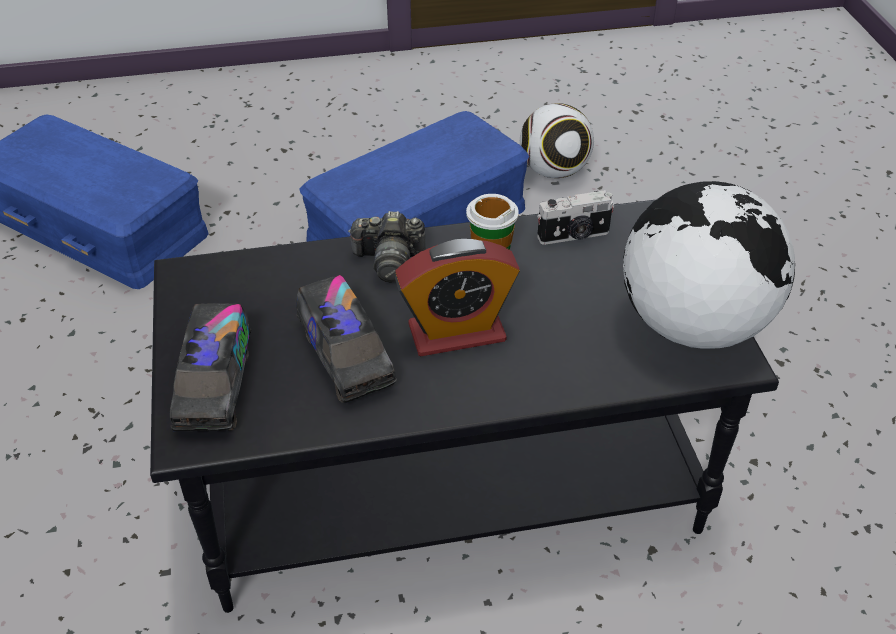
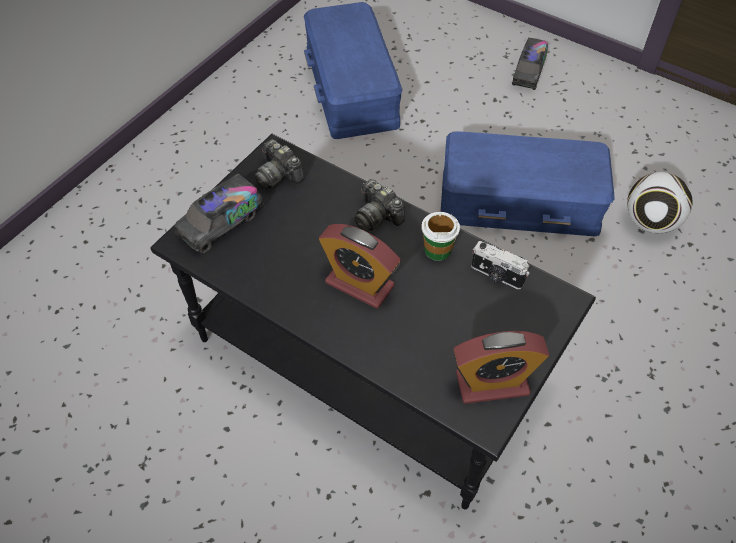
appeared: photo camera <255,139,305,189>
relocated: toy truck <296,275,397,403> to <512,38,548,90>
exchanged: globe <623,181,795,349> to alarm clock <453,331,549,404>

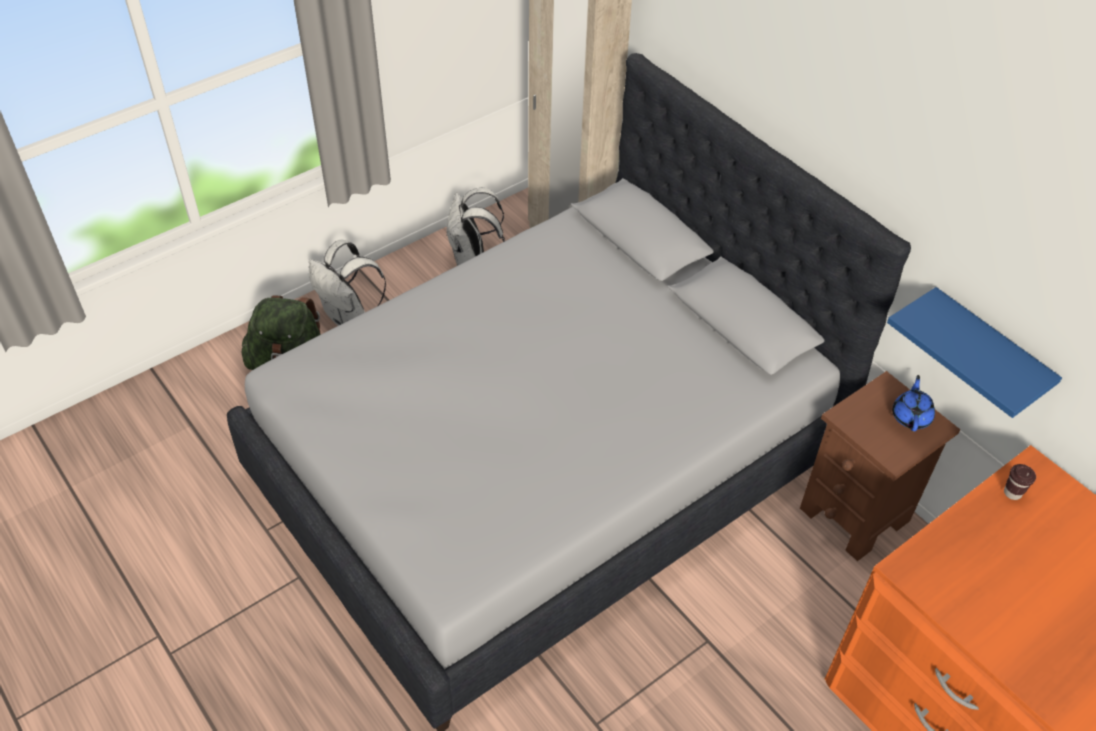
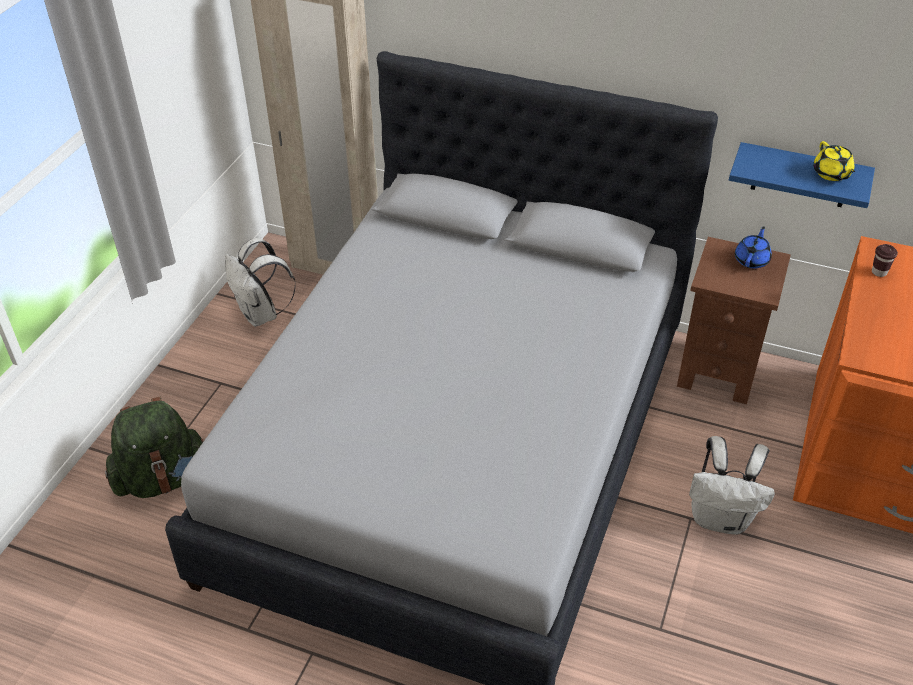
appeared: yellow teapot <813,141,855,181>
relocated: white backpack <309,240,386,326> to <689,436,775,535>
spun: blue teapot <892,375,935,432> = <735,226,772,269> 45 degrees clockwise

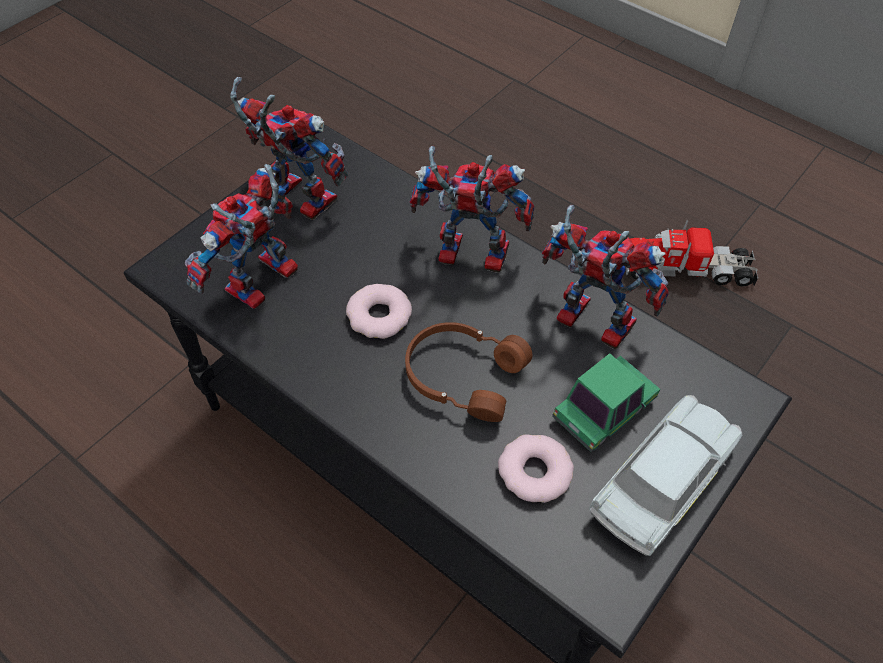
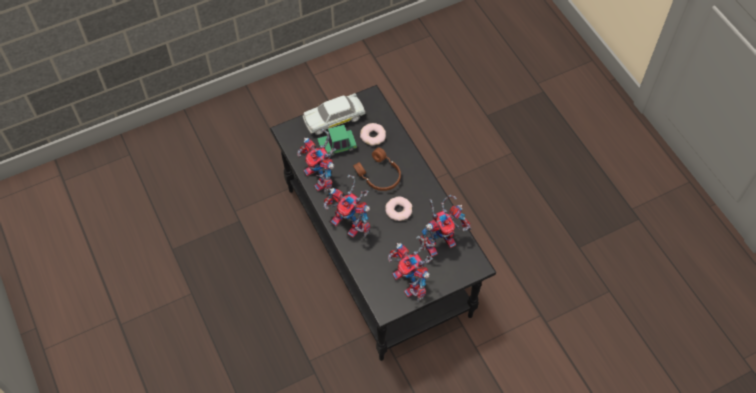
missing: toy truck <626,220,758,287>

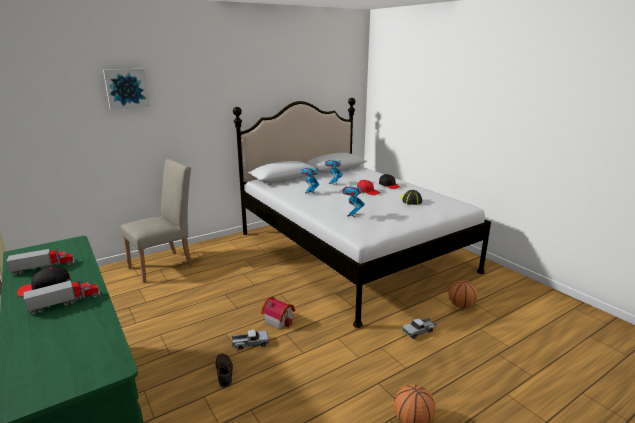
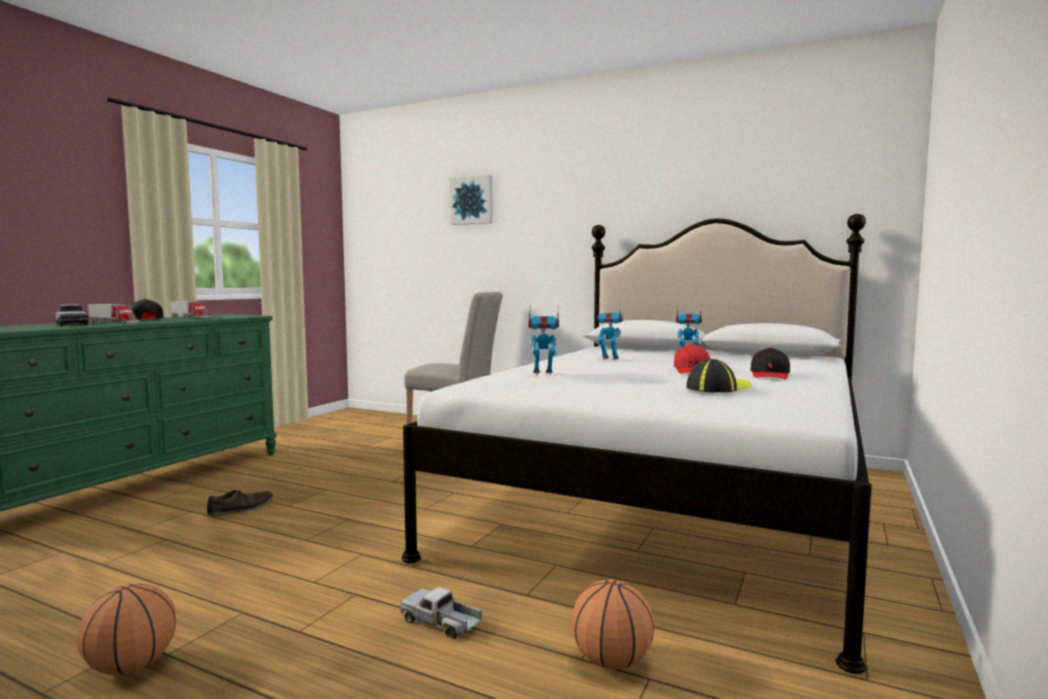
missing: toy house <261,297,295,329>
relocated: toy truck <232,330,269,350> to <55,304,88,326>

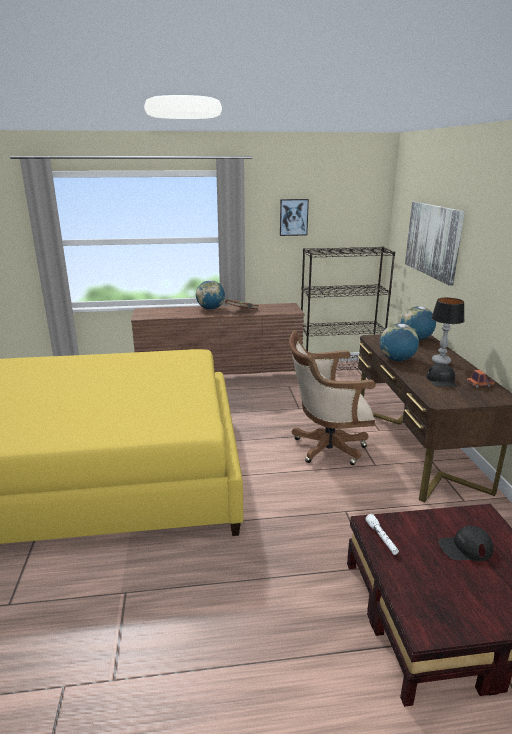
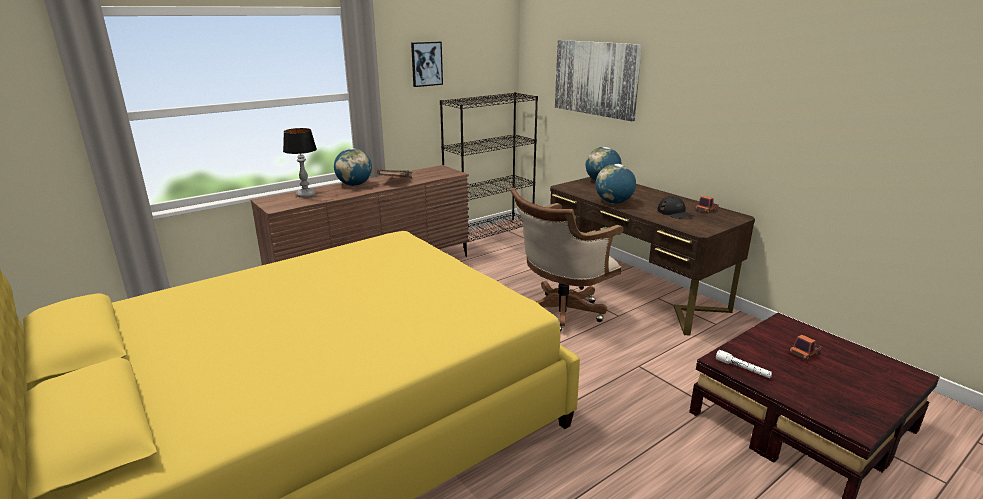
relocated: table lamp <431,298,465,364> to <283,128,317,198>
exchanged: black cap <438,525,494,561> to toy truck <789,335,822,360>

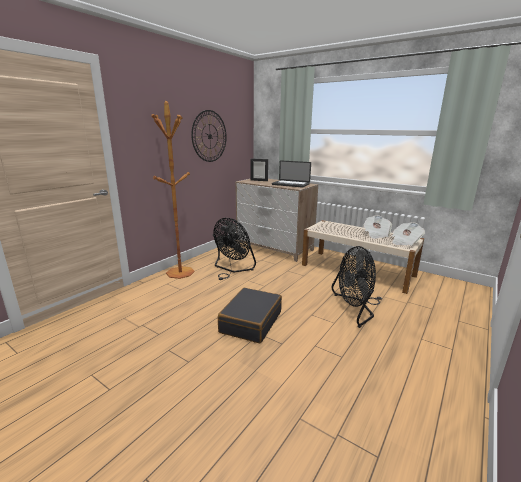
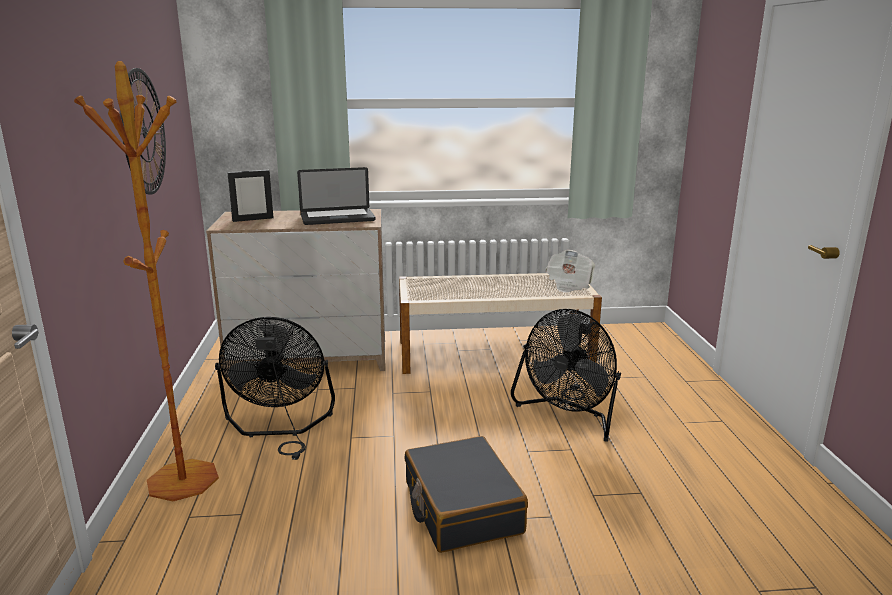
missing: newspaper <363,215,392,239>

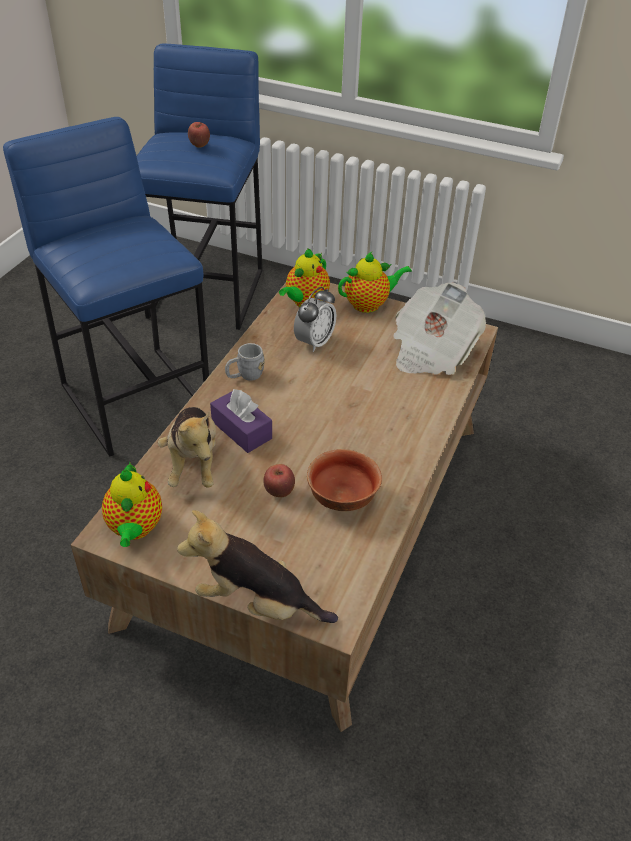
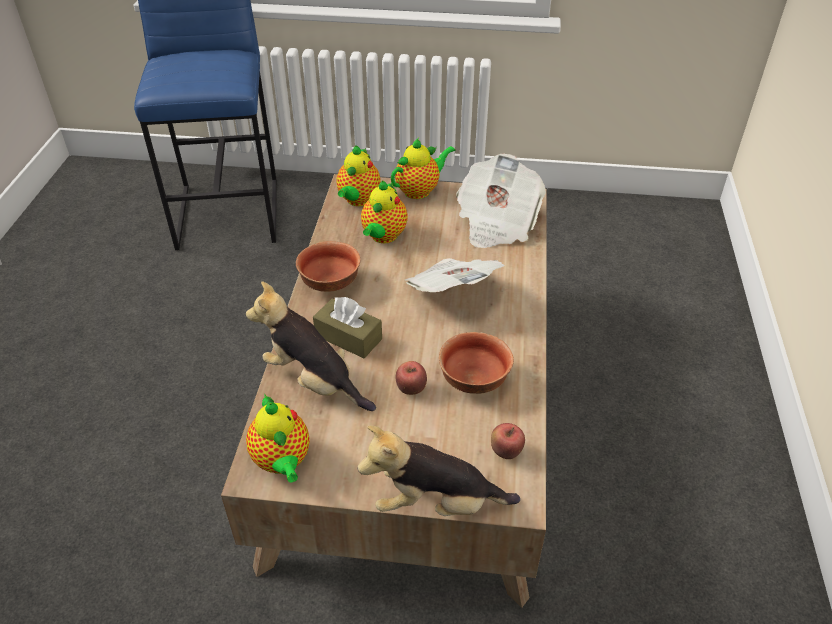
missing: blue stool <3,117,209,457>
appeared: newspaper <405,258,505,292>
relocated: apple <188,122,210,148> to <491,423,525,459>
exchanged: alarm clock <294,287,336,352> to teapot <361,180,408,243>; grey mug <225,343,265,381> to bowl <296,241,360,292>
colour: purple tissue box <210,389,272,453> to brown tissue box <313,297,382,358>
spun: plush toy <158,407,216,488> = <246,281,376,411> 150 degrees clockwise

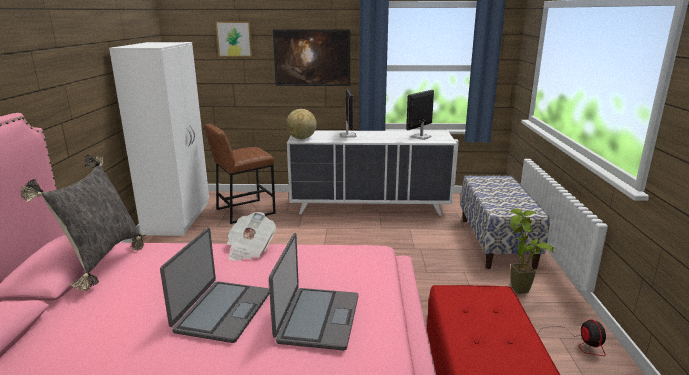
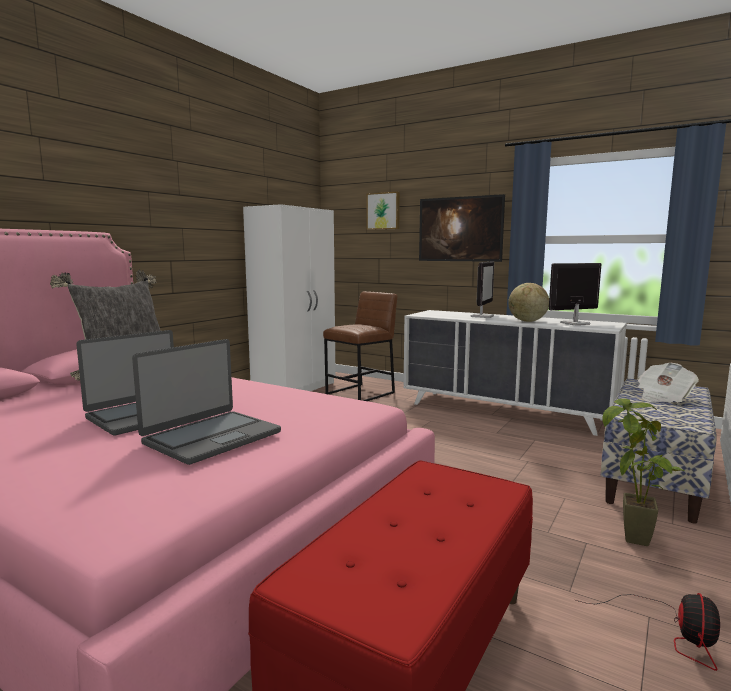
relocated: globe <286,109,317,139> to <508,283,549,322>; newspaper <227,212,276,261> to <637,363,699,403>
spun: brown chair <204,124,276,224> = <323,291,397,401> 135 degrees clockwise

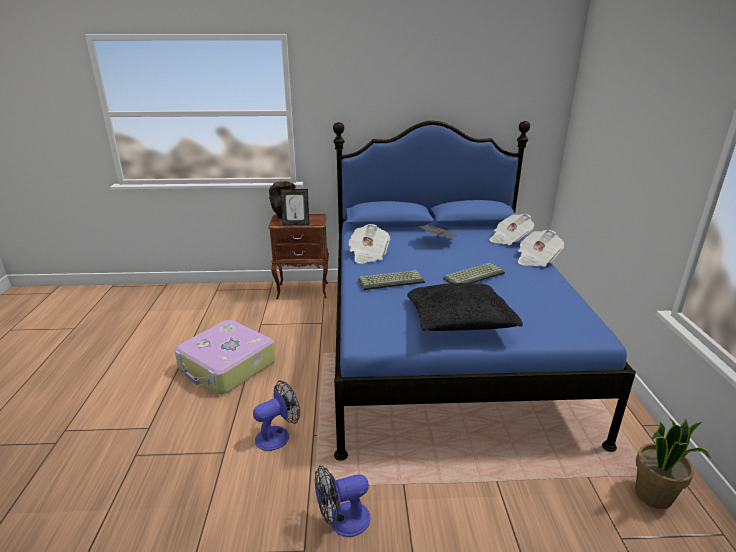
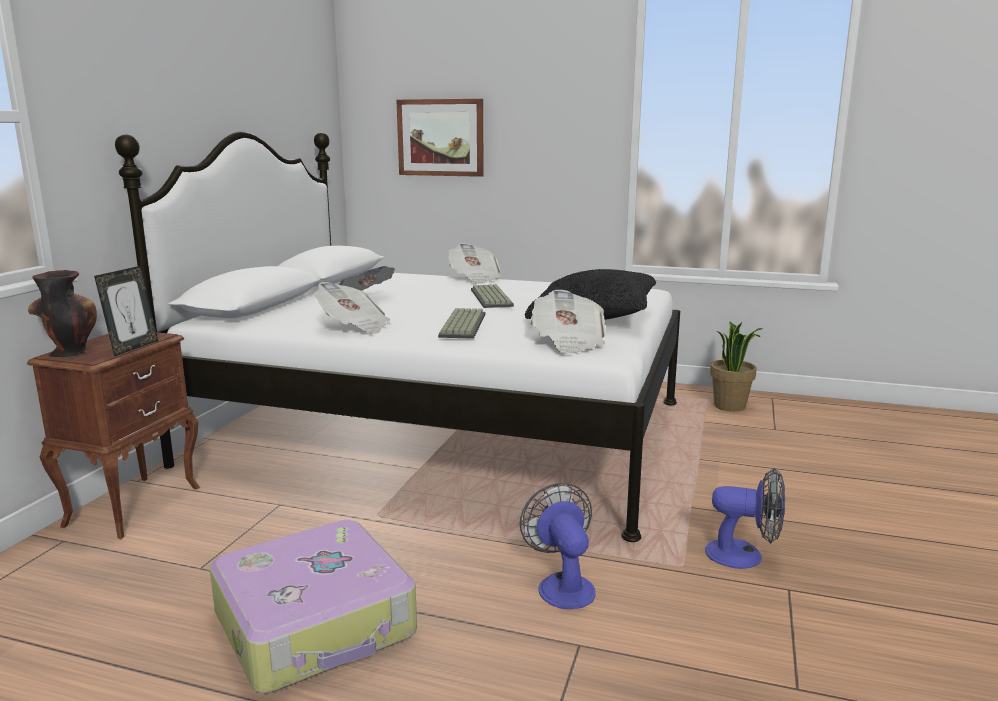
appeared: picture <396,99,484,177>
relocated: newspaper <489,214,534,245> to <530,290,606,354>
colour: blue bed <333,121,636,461> to white bed <115,132,680,542>
spun: fan <315,466,371,537> = <705,468,785,569> 75 degrees counterclockwise

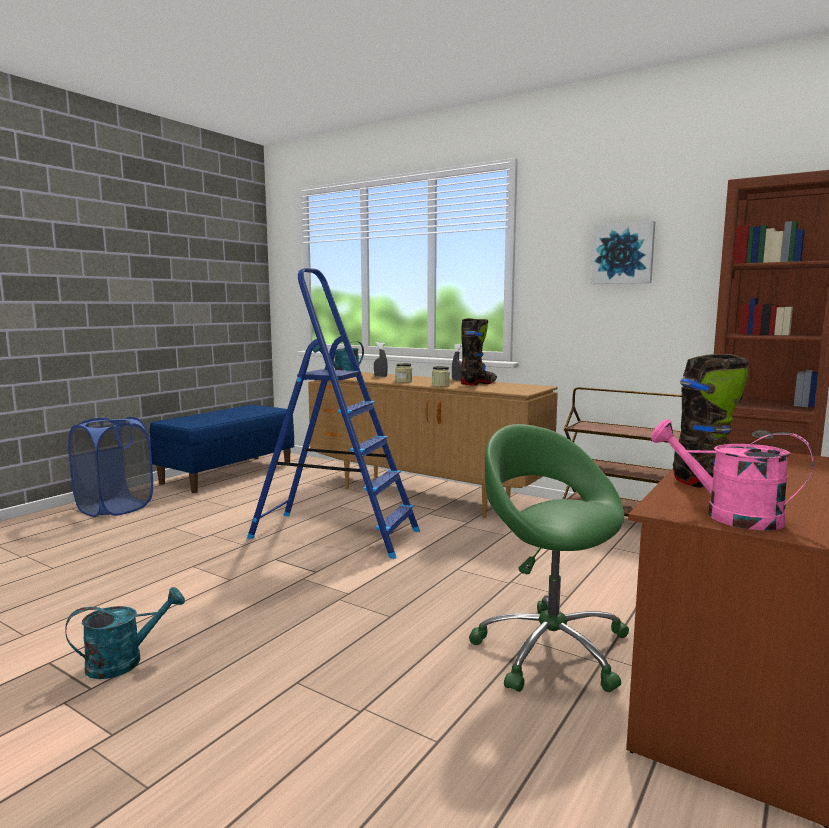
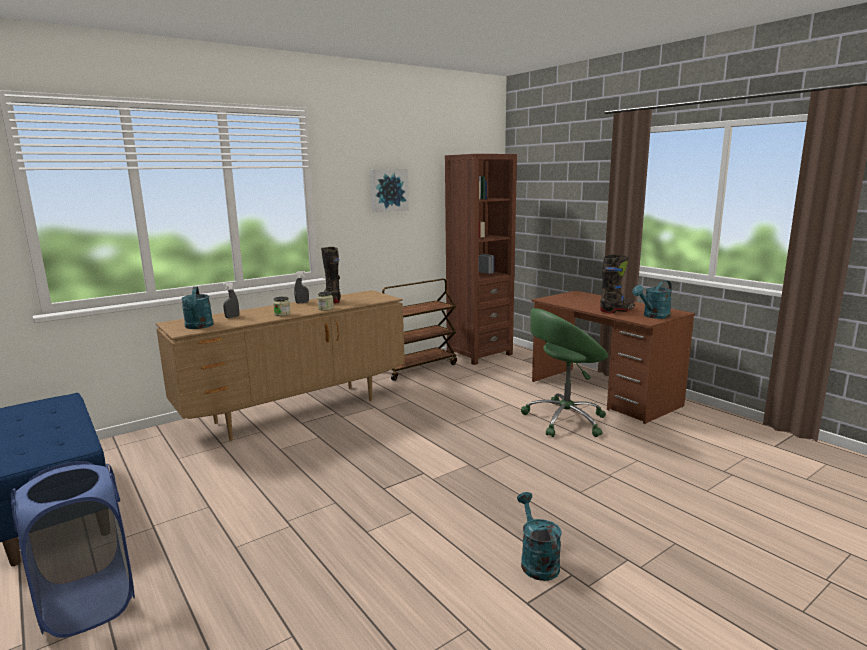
missing: blue step ladder <247,268,420,559>
colour: pink watering can <651,419,814,530> to turquoise watering can <632,281,672,319>

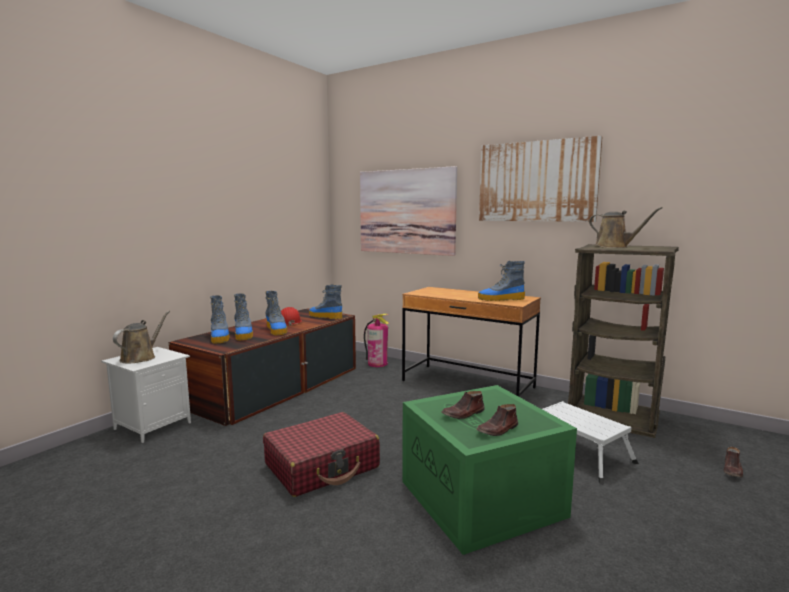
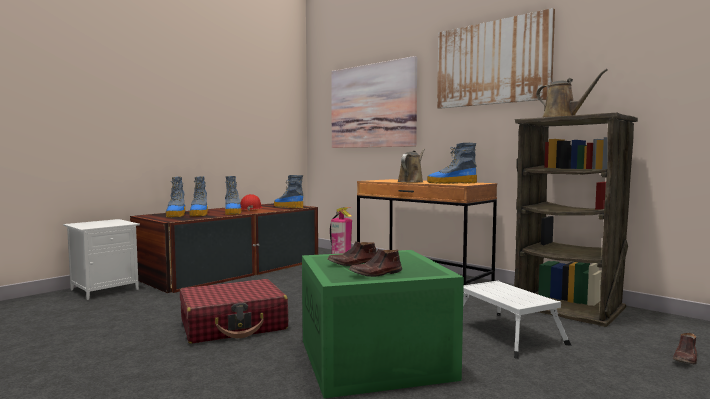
relocated: brown watering can <113,311,170,363> to <397,149,425,182>

